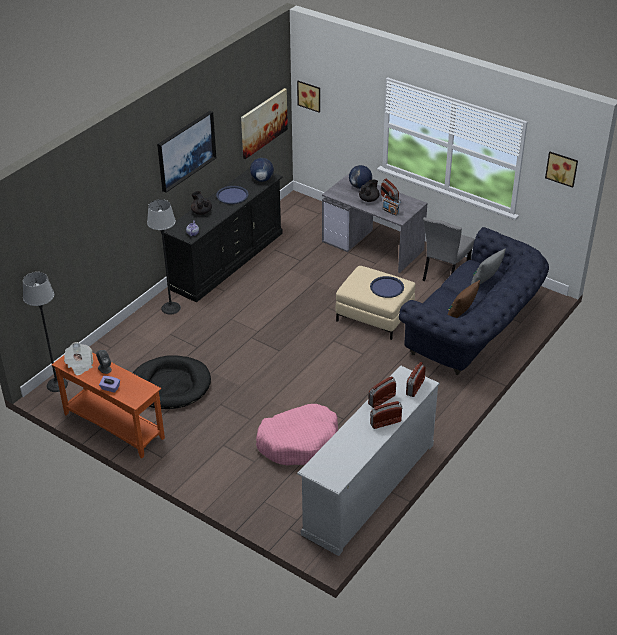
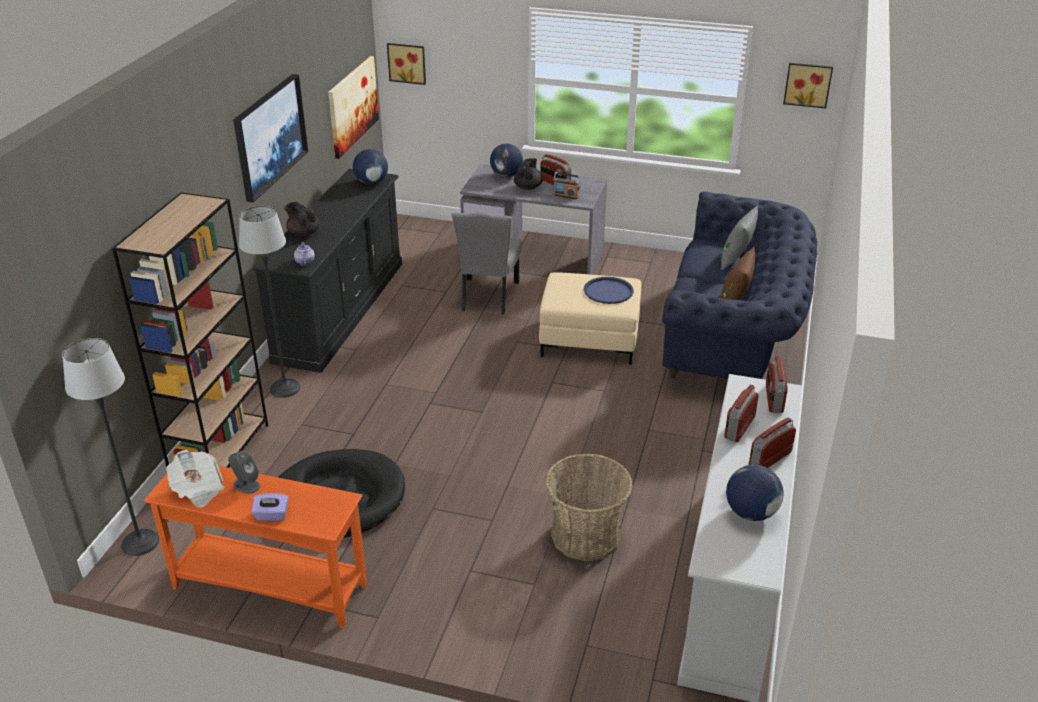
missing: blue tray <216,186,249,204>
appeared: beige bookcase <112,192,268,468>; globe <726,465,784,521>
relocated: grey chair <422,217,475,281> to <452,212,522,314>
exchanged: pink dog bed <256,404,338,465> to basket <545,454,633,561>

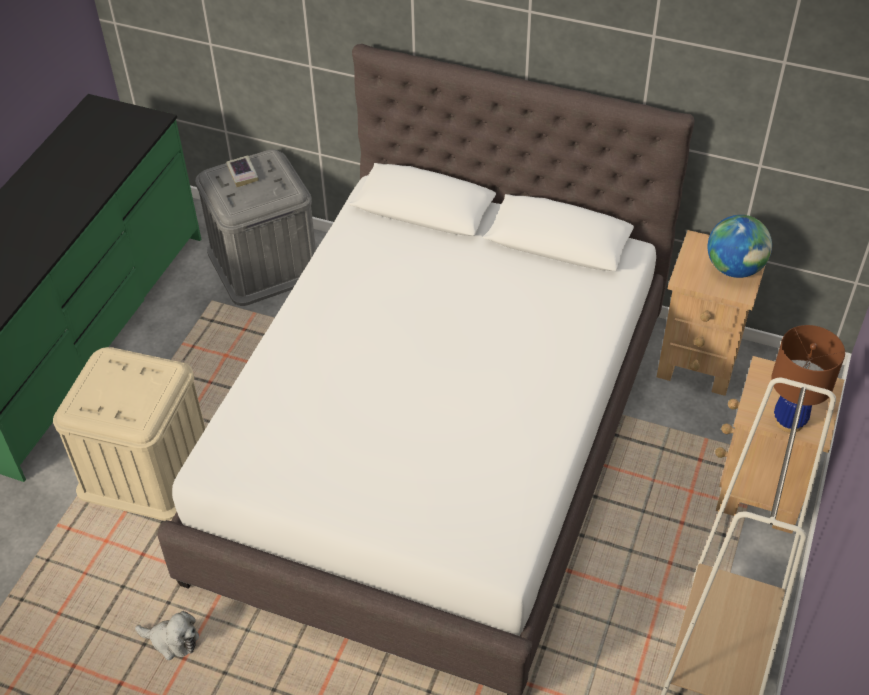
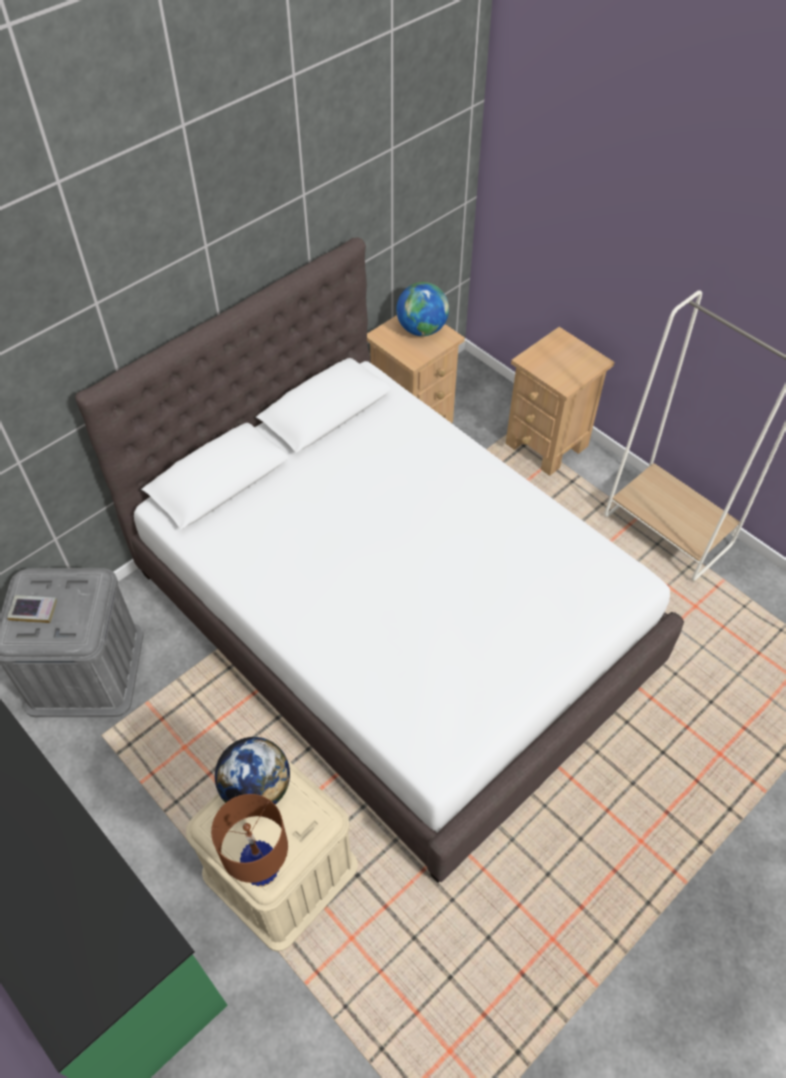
missing: plush toy <135,611,199,660>
appeared: globe <215,737,290,805>
relocated: brown table lamp <771,325,845,433> to <211,794,288,887>

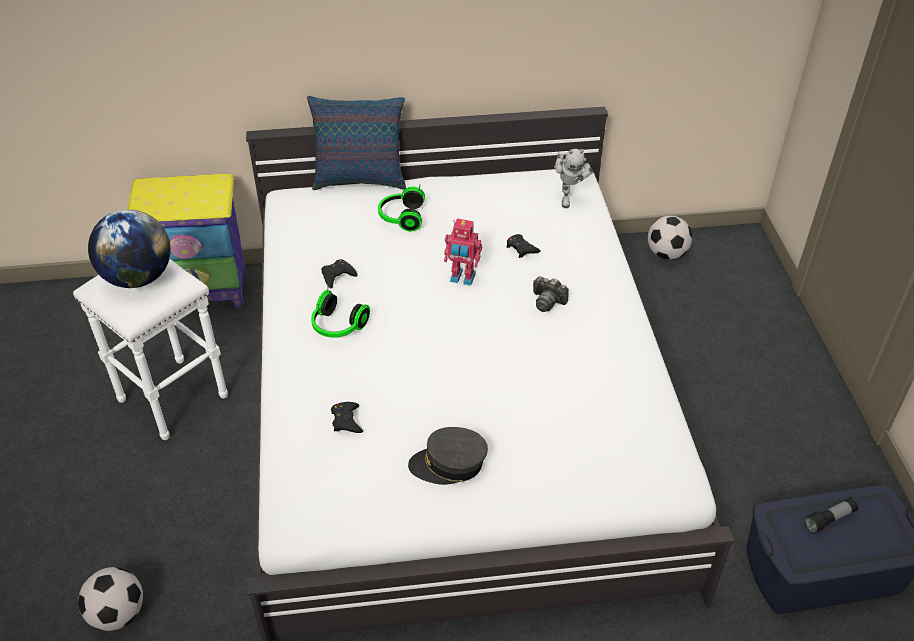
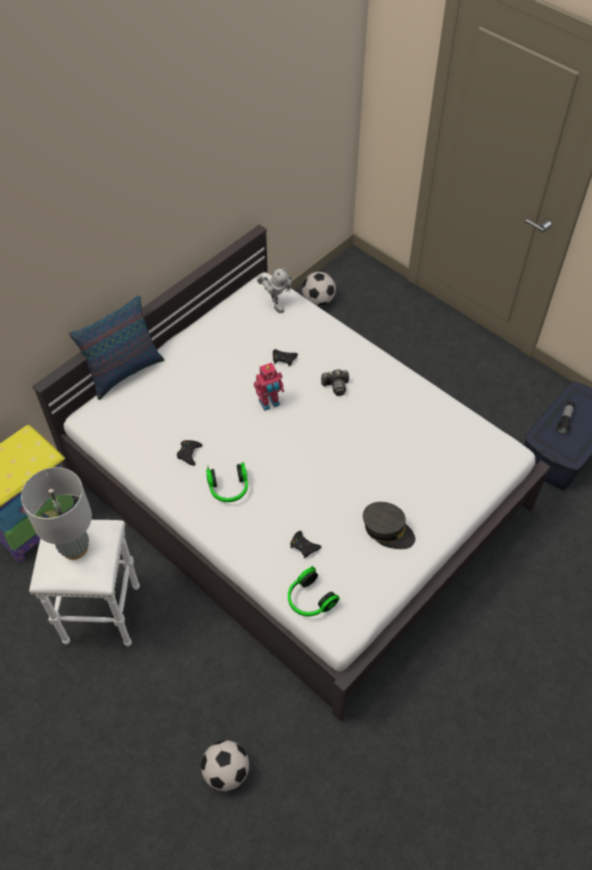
relocated: headphones <378,185,425,231> to <288,565,340,616>
exchanged: globe <88,209,171,288> to grey table lamp <21,467,92,560>
spun: grey cap <408,427,488,485> = <363,502,415,549> 105 degrees counterclockwise

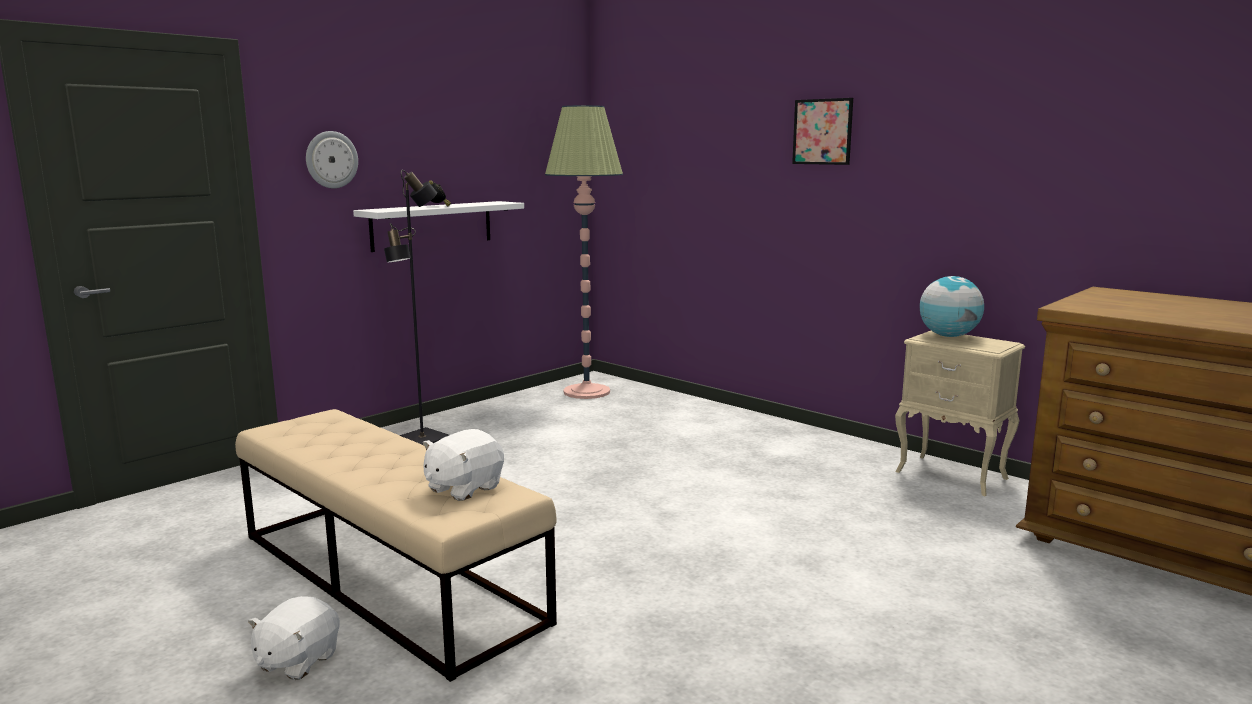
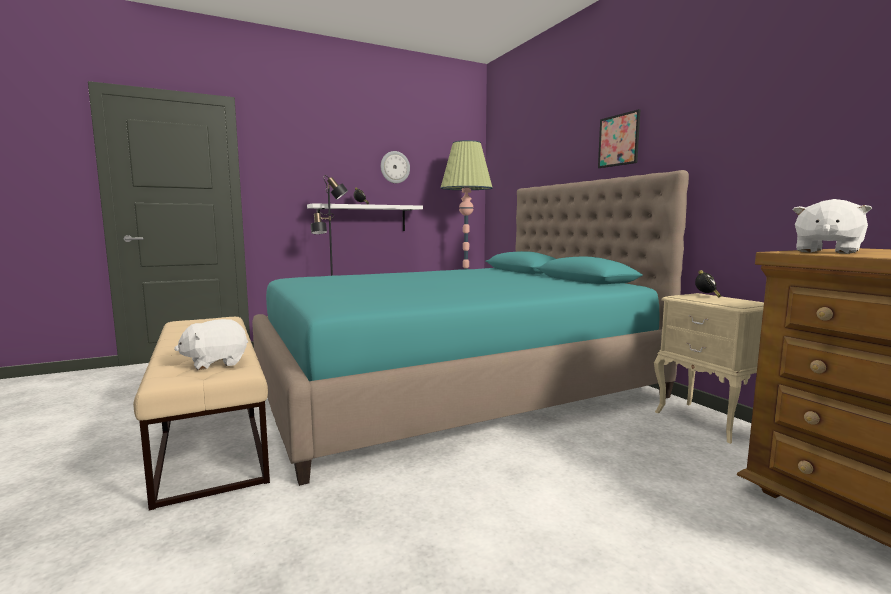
appeared: turquoise bed <252,170,689,486>
relocated: wall clock <306,131,358,188> to <381,151,410,183>; white plush toy <248,596,340,680> to <793,199,872,254>
exchanged: globe <920,276,984,337> to alarm clock <695,270,721,298>

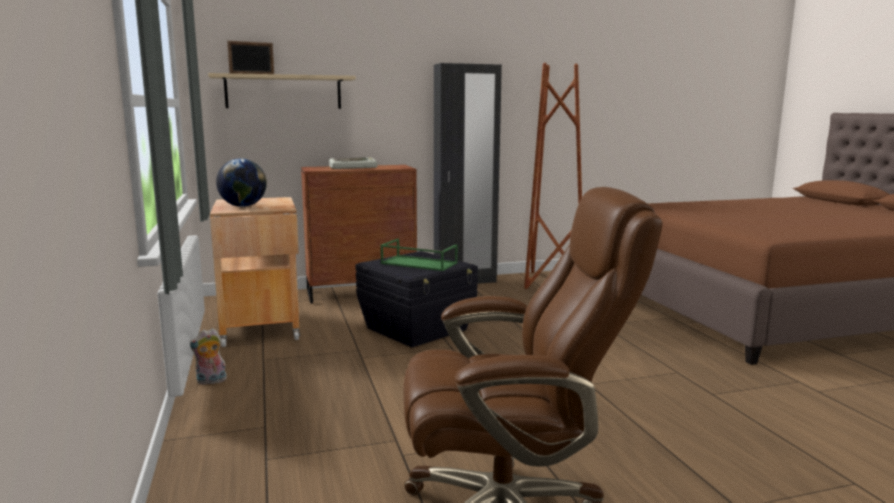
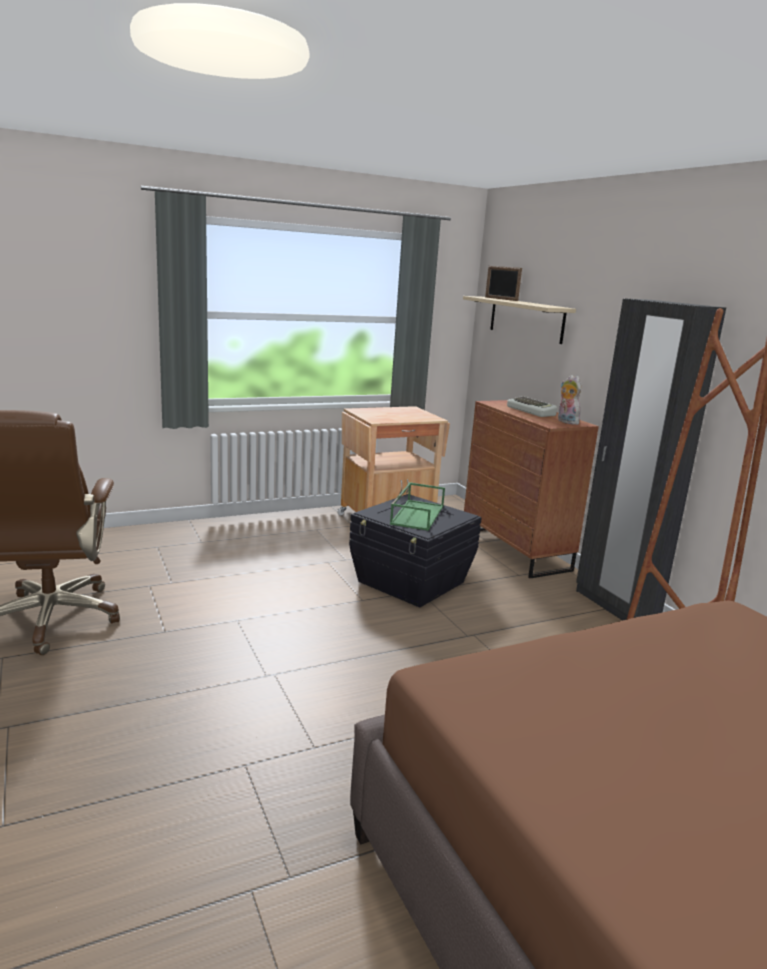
missing: globe <216,158,267,207>
relocated: plush toy <190,328,227,385> to <558,375,581,425>

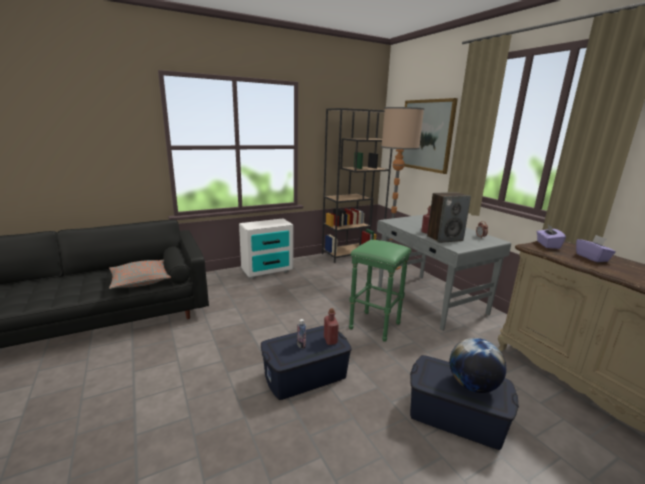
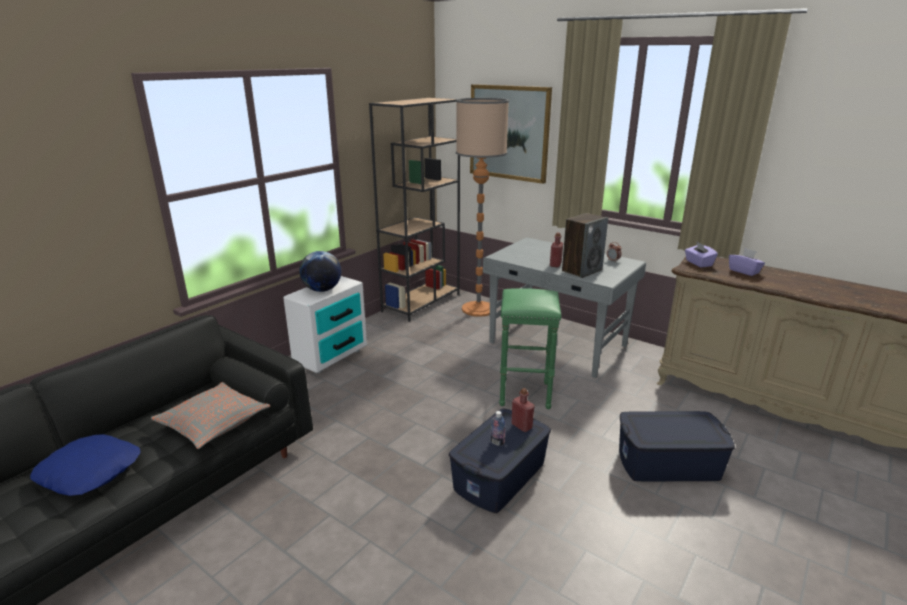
appeared: blue pillow <30,434,141,496>
relocated: globe <450,338,506,393> to <299,251,341,292>

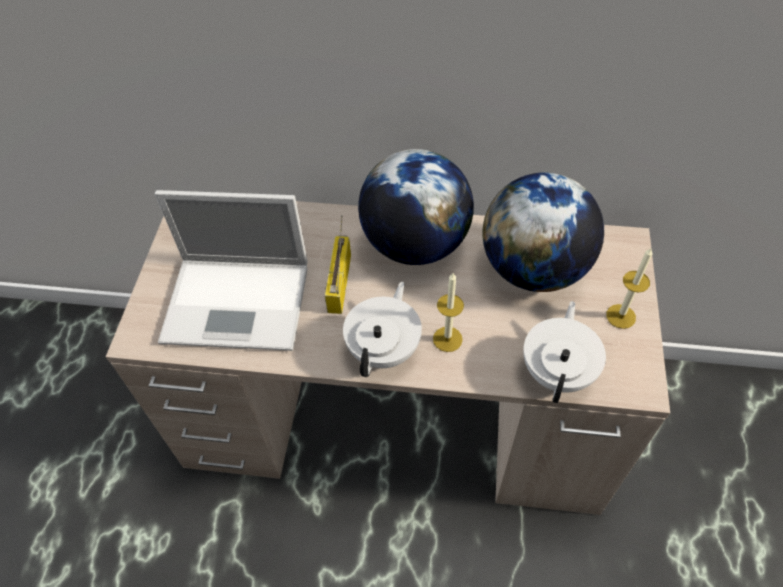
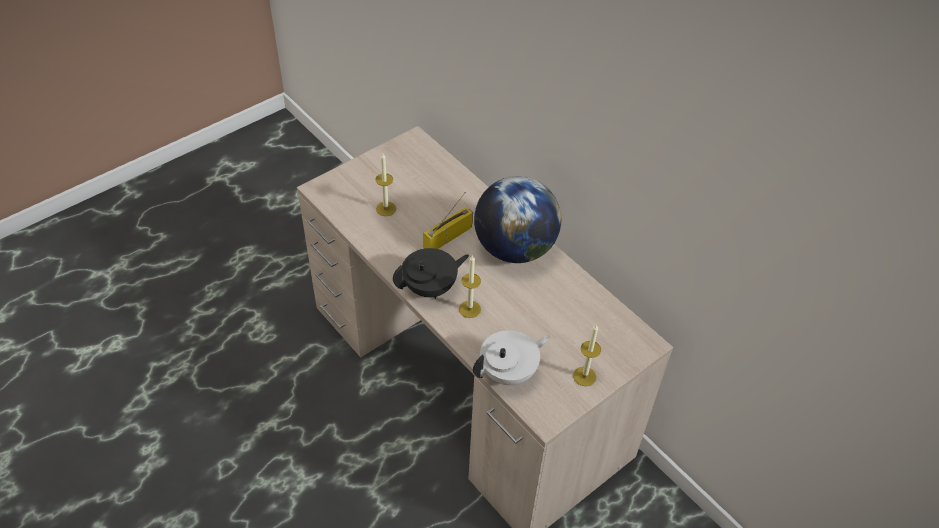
missing: globe <482,172,604,292>
exchanged: laptop <155,190,308,351> to candle <376,154,396,216>
colour: white teapot <343,282,422,377> to black teapot <393,248,469,299>

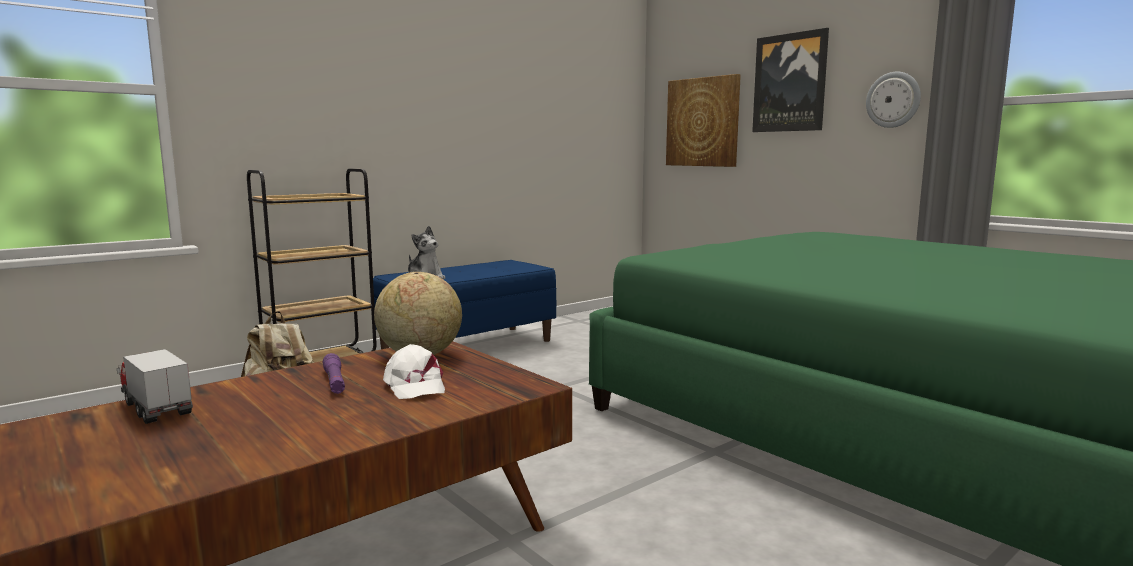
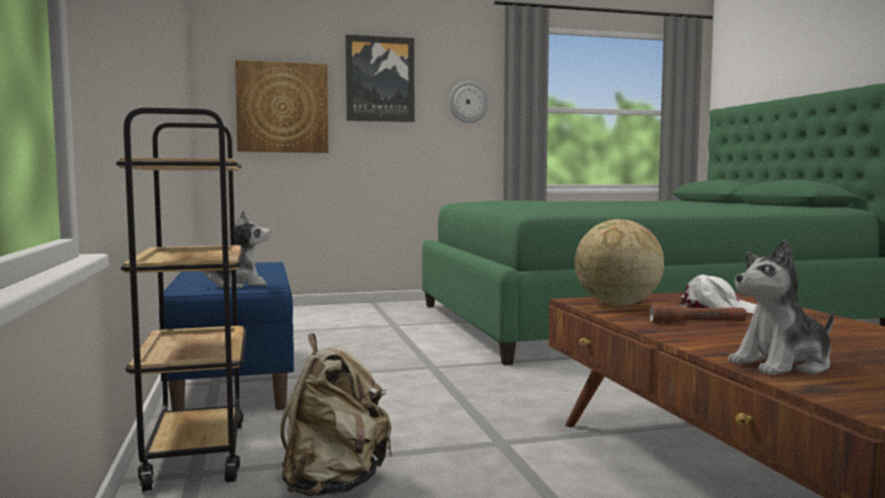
exchanged: toy truck <117,349,193,424> to plush toy <728,239,834,375>
colour: purple flashlight <323,353,345,394> to brown flashlight <649,305,747,323>

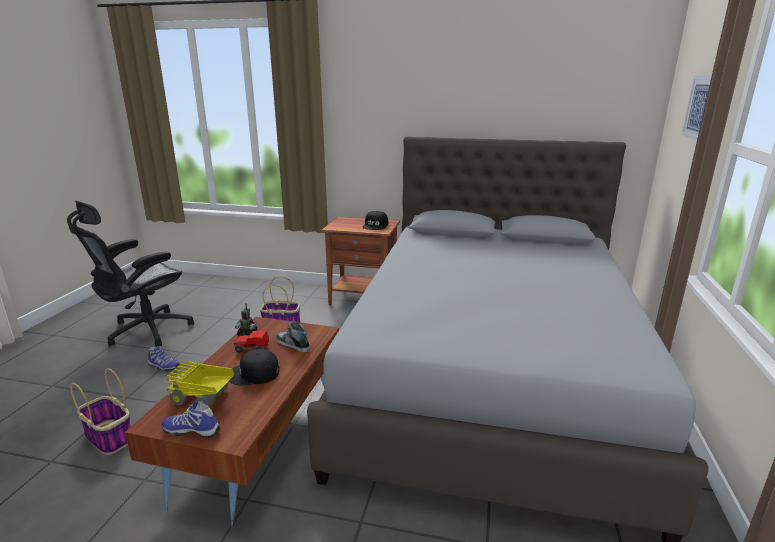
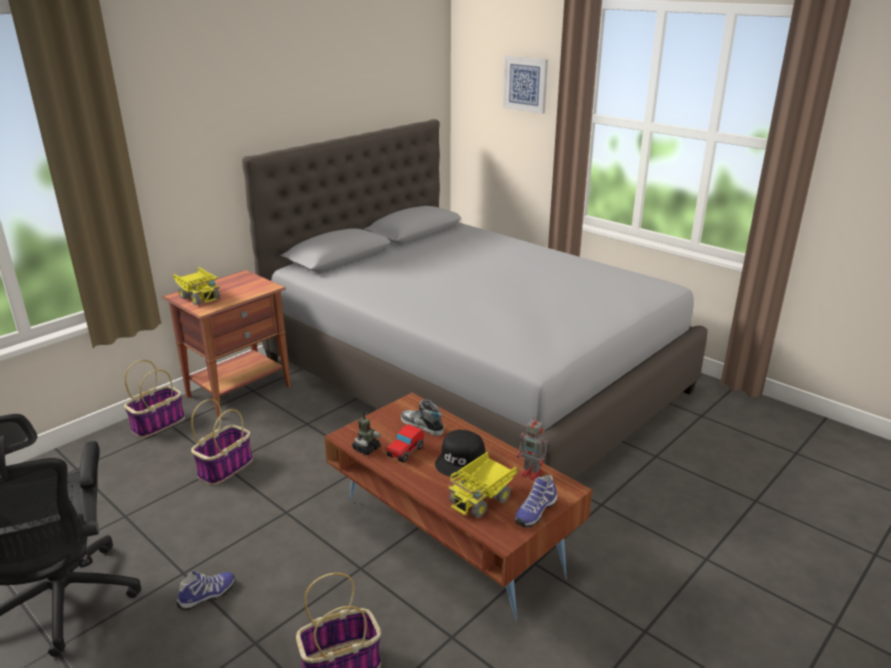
missing: black cap <363,211,388,230>
appeared: toy truck <173,267,220,306>; basket <124,360,185,438>; toy robot <517,416,550,481>
spun: shoe <276,321,310,352> = <401,399,444,436> 60 degrees clockwise

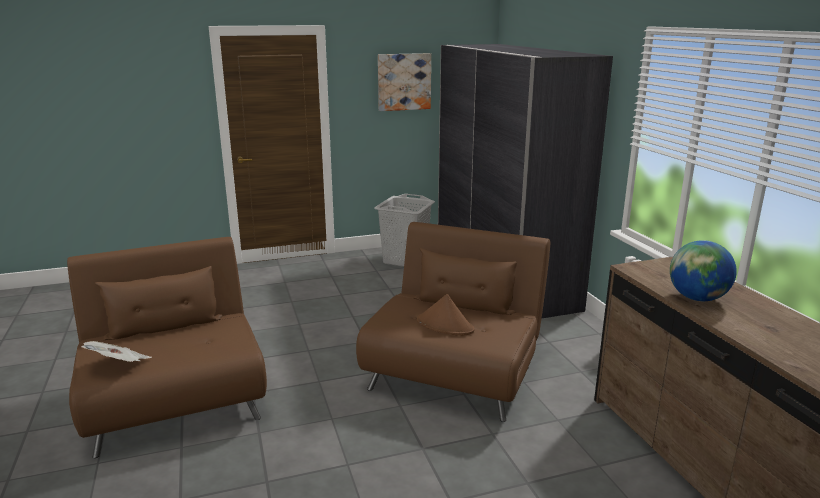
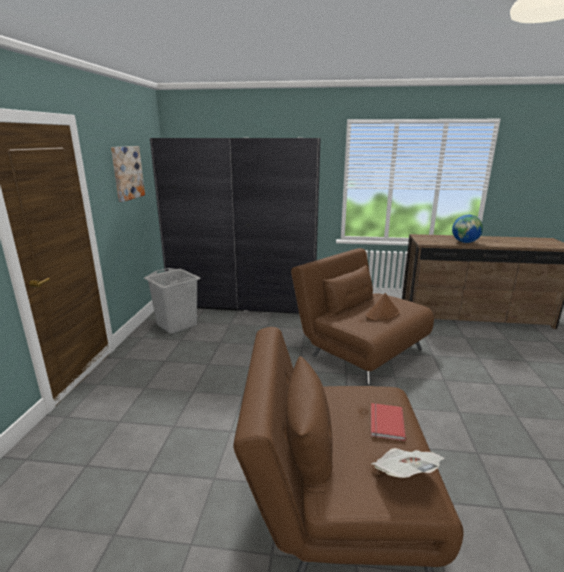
appeared: red book <371,403,406,441>

